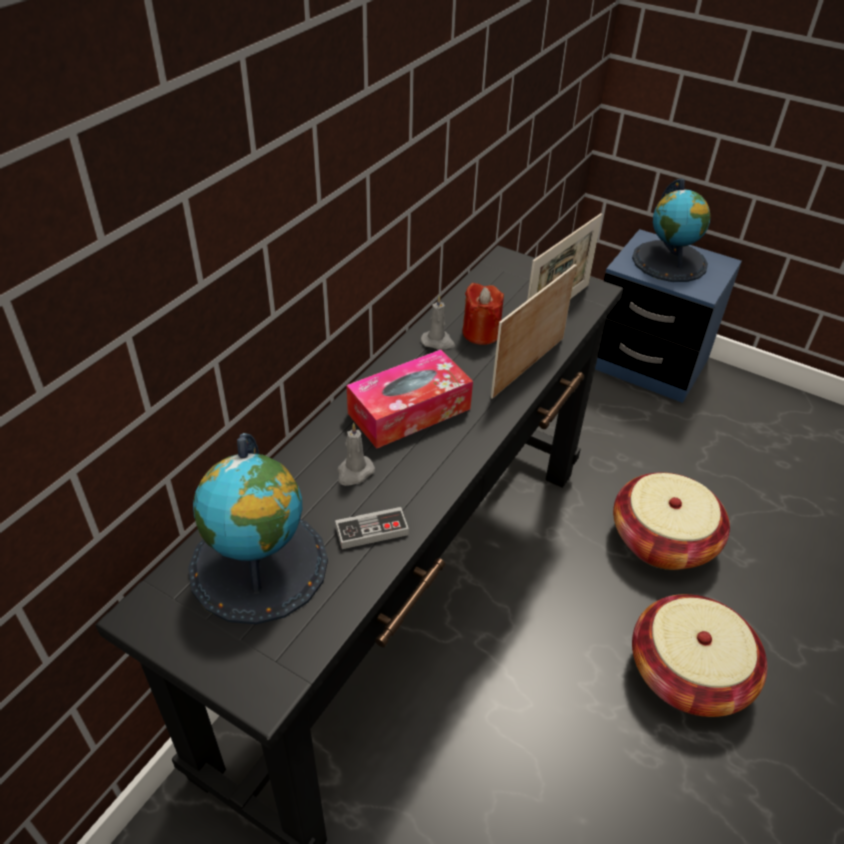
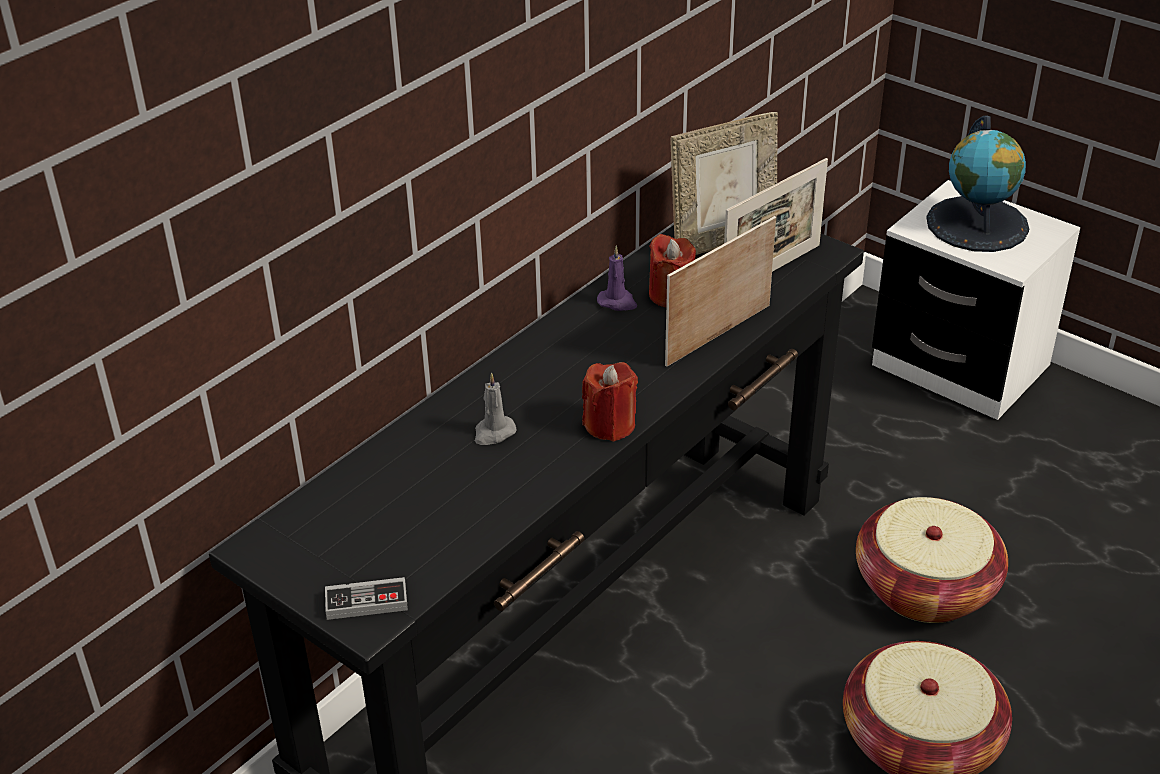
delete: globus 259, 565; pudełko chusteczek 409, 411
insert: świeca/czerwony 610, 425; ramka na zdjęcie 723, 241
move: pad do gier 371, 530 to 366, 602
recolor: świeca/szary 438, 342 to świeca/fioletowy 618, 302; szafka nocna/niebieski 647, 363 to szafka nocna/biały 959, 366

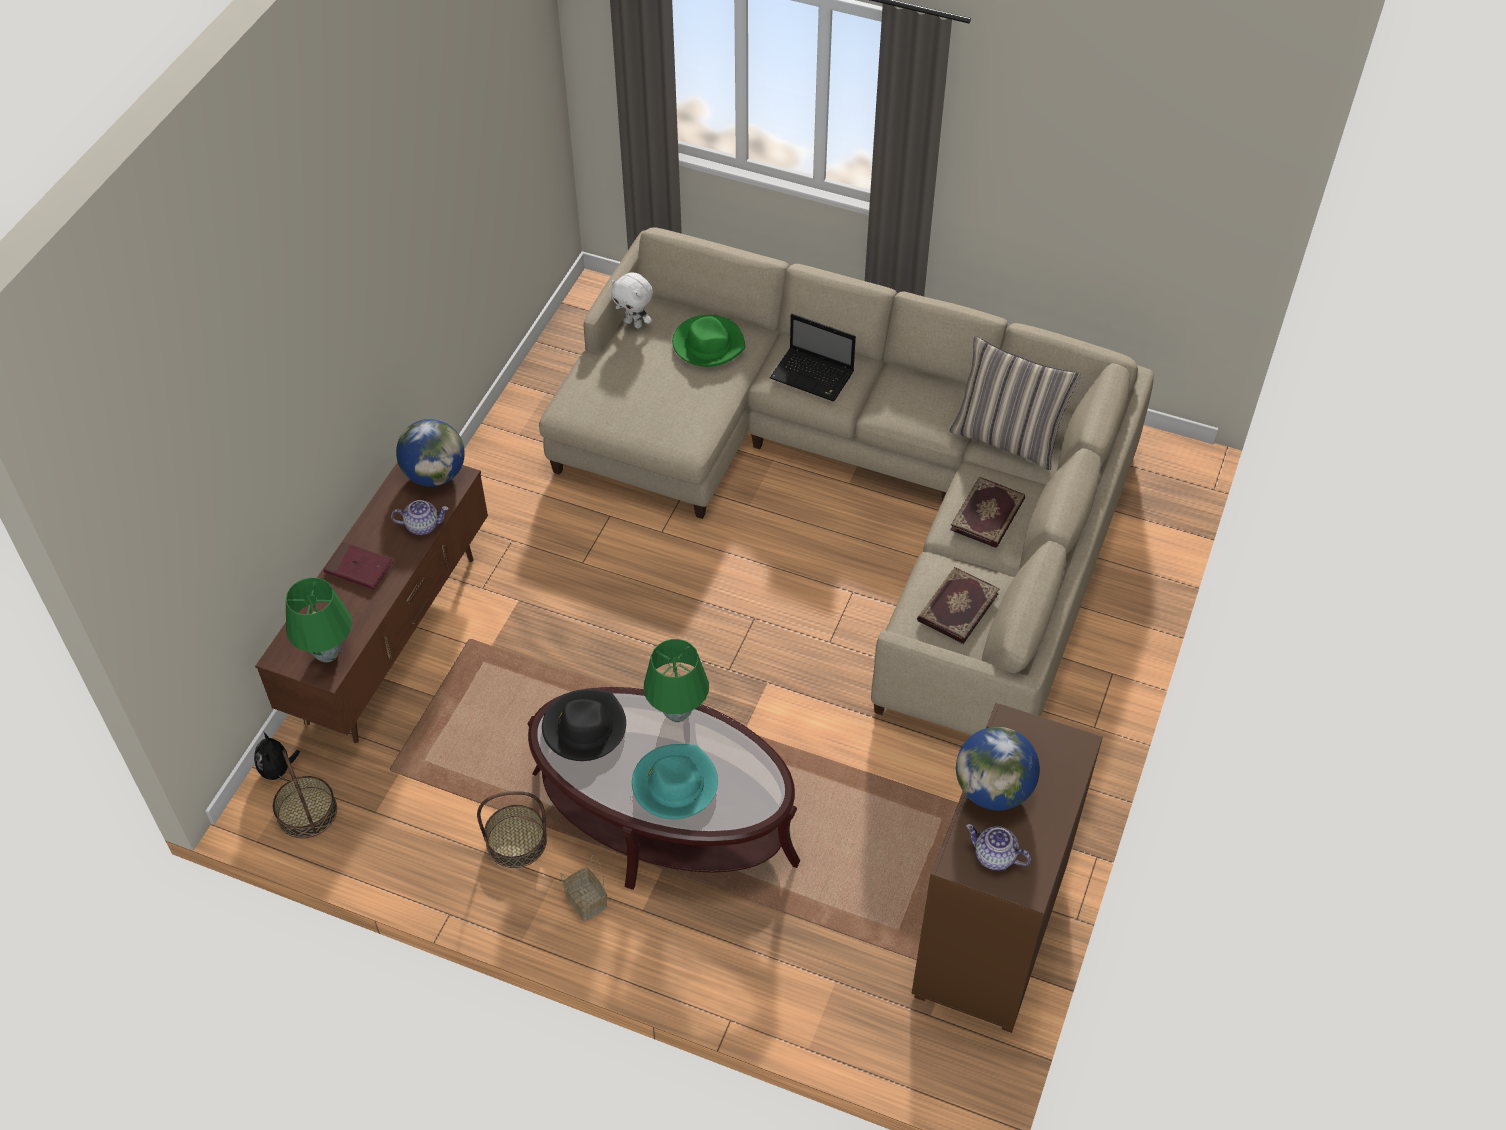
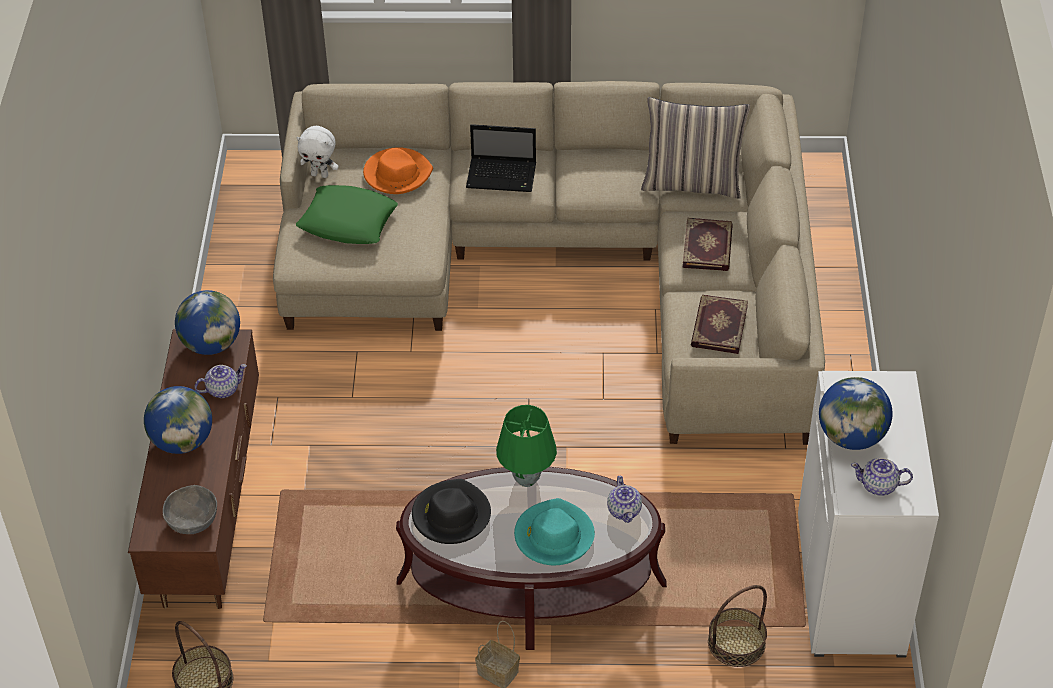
delete: pluszak 278, 770
insert: poduszka/zielony 347, 222; imbryk 624, 511
move: koszyk 516, 841 to 736, 643
replace: lampa stołowa/zielony 328, 654 to miska/szary 193, 520; książka/czerwony 359, 568 to globus 182, 441
recolor: kapelusz/zielony 708, 344 to kapelusz/pomarańczowy 397, 174; szafka/brązowy 992, 932 to szafka/biały 852, 585

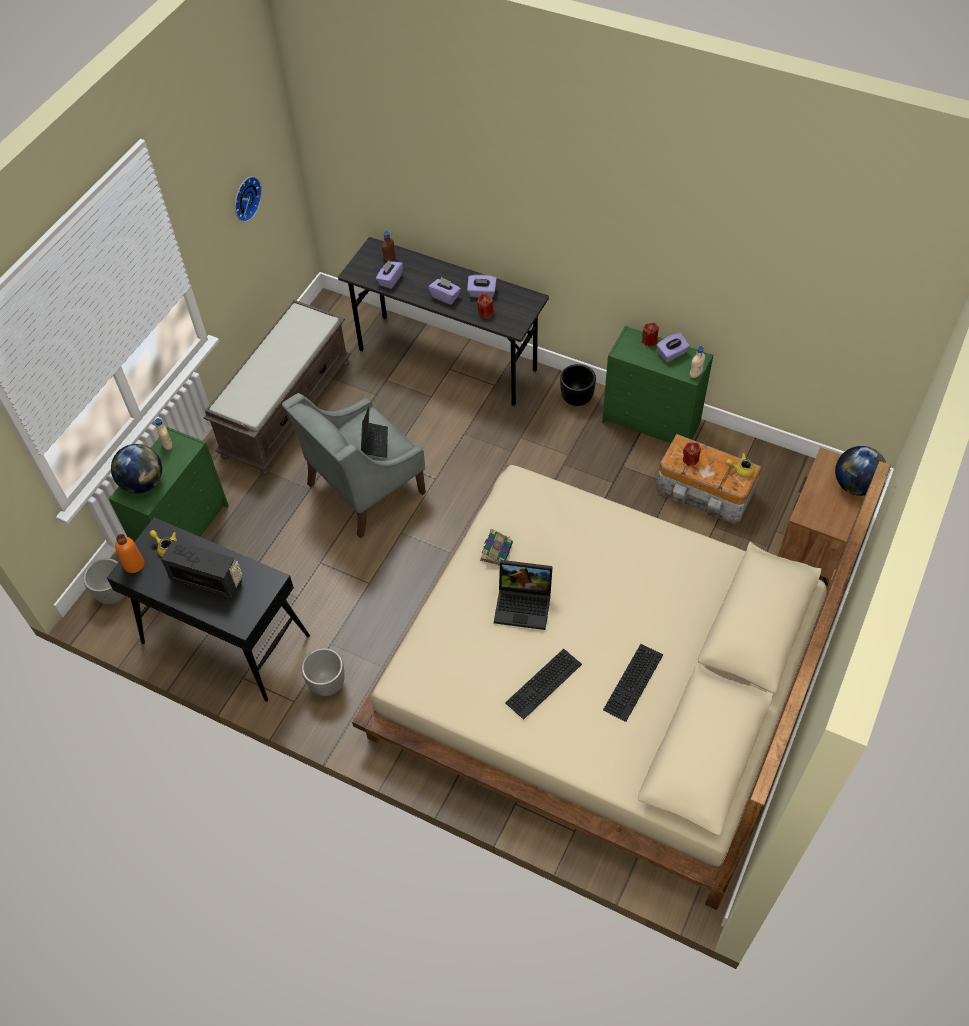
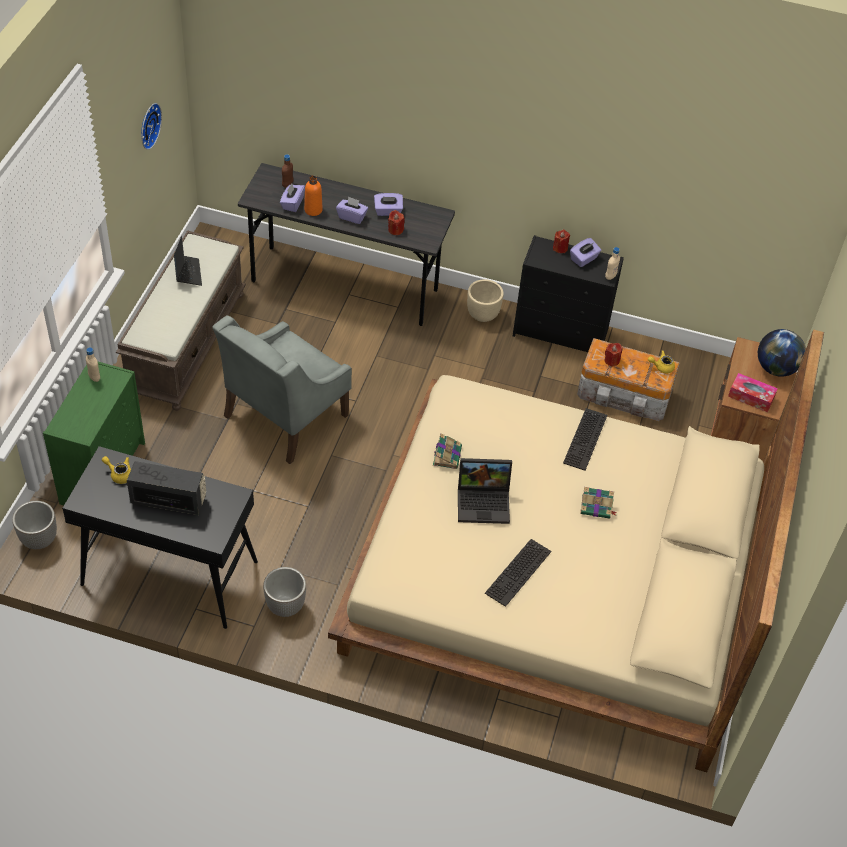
delete: globus 143, 483
insert: książka 597, 507; pudełko chusteczek 751, 397
move: butelka/pomarańczowy 134, 564 to 313, 210; laptop 374, 442 to 188, 273; klawiatura 634, 683 to 586, 440
recolor: donica/czarny 576, 398 to donica/beżowy 482, 315; komoda/zielony 652, 422 to komoda/czarny 561, 333

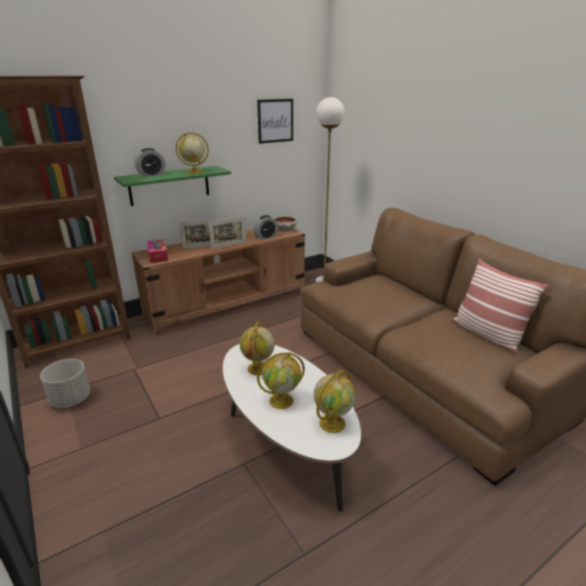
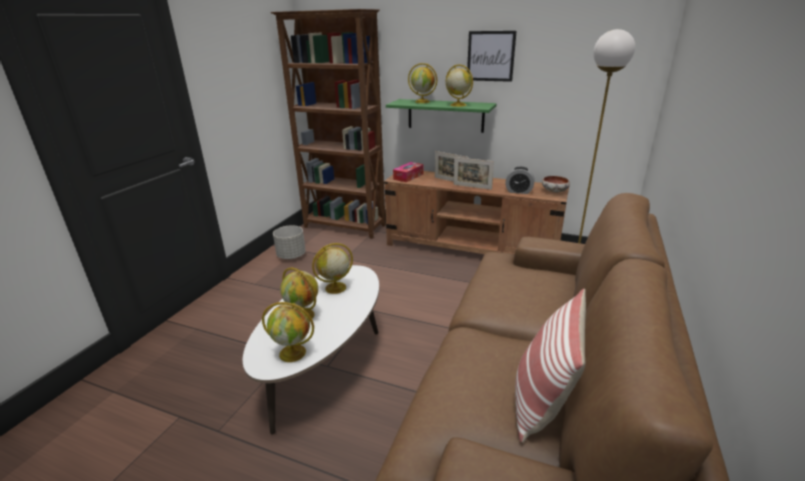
move: obraz 275, 121 to 490, 56
replace: budzik 151, 175 to globus 423, 102

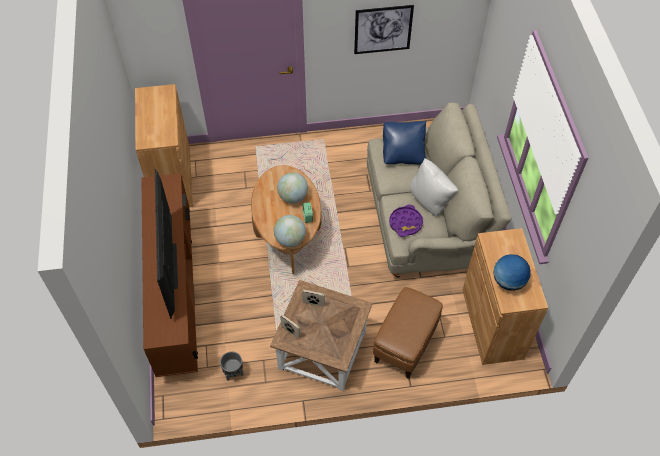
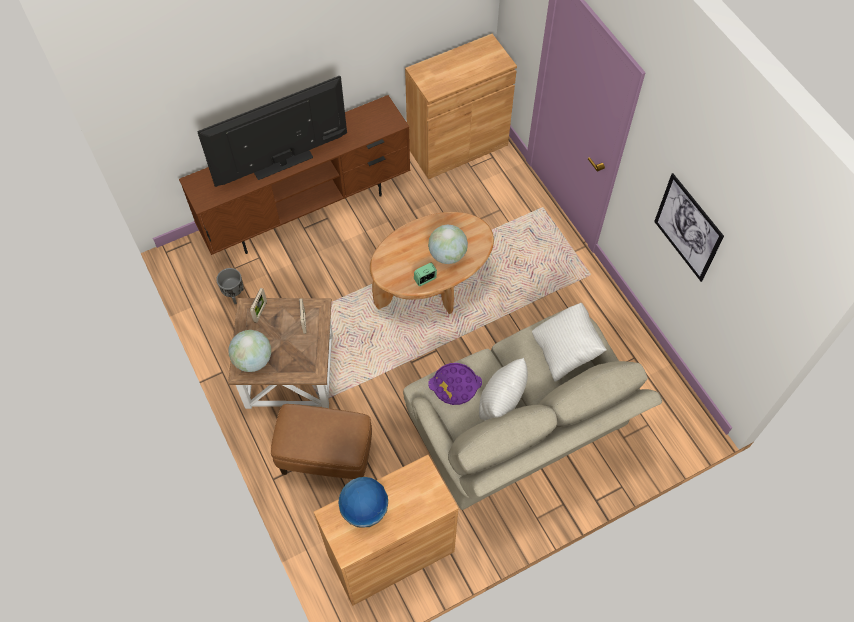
move: globus 290, 239 to 253, 360
recolor: poduszka/niebieski 403, 153 to poduszka/biały 565, 351

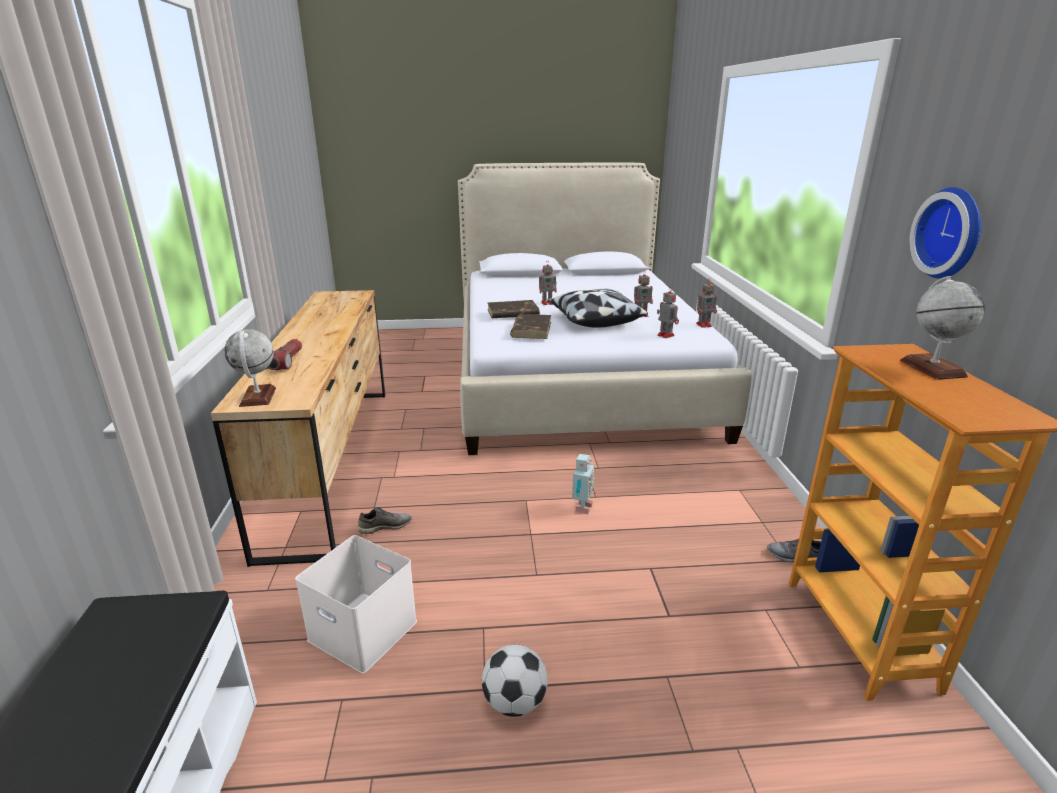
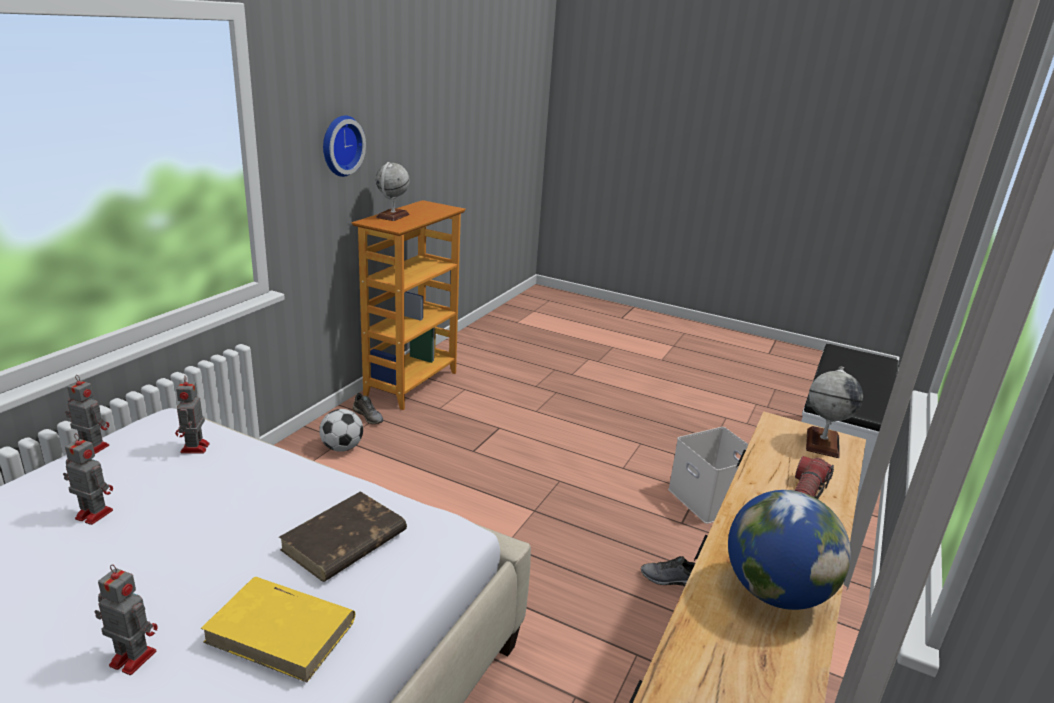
delete: poduszka 594, 321; robot zabawkowy 581, 508
insert: globus 775, 592
move: piłka futbolowa 515, 702 to 342, 448
recolor: książka/brązowy 512, 313 to książka/żółty 282, 631

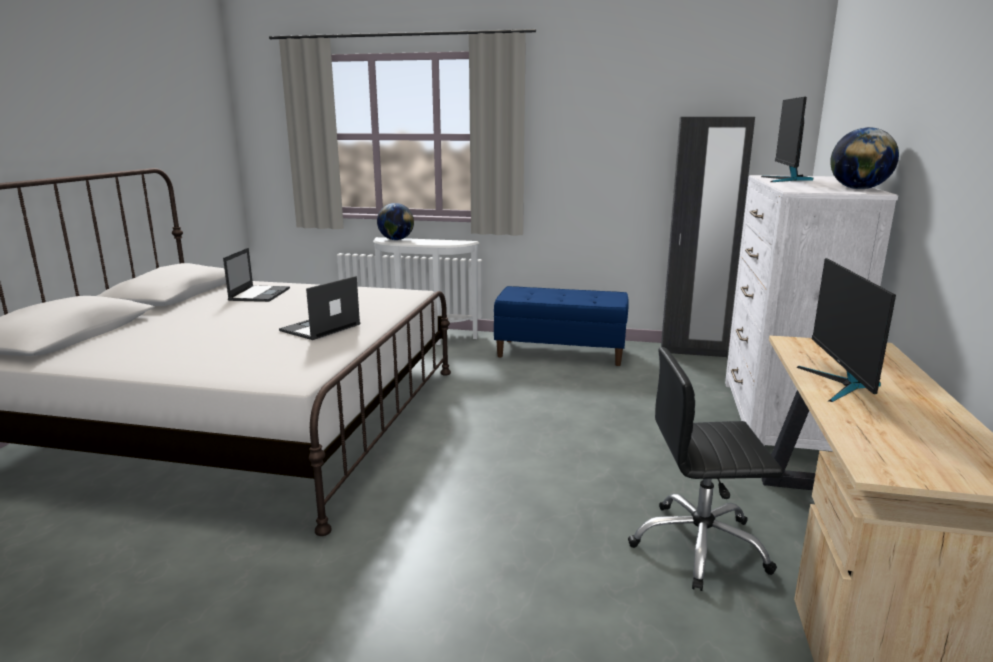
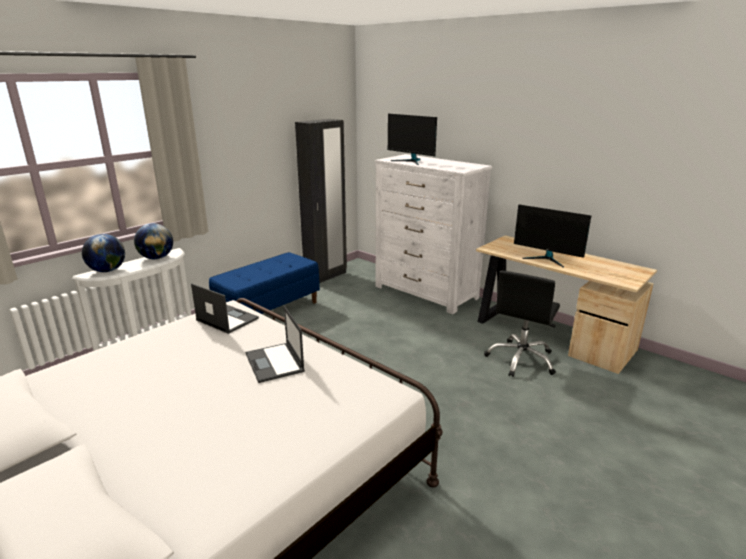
move: laptop 260, 294 to 226, 319; globus 858, 189 to 156, 258

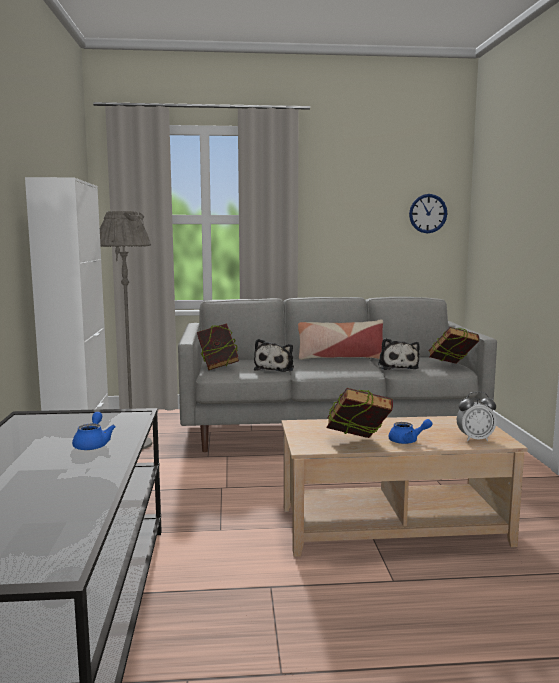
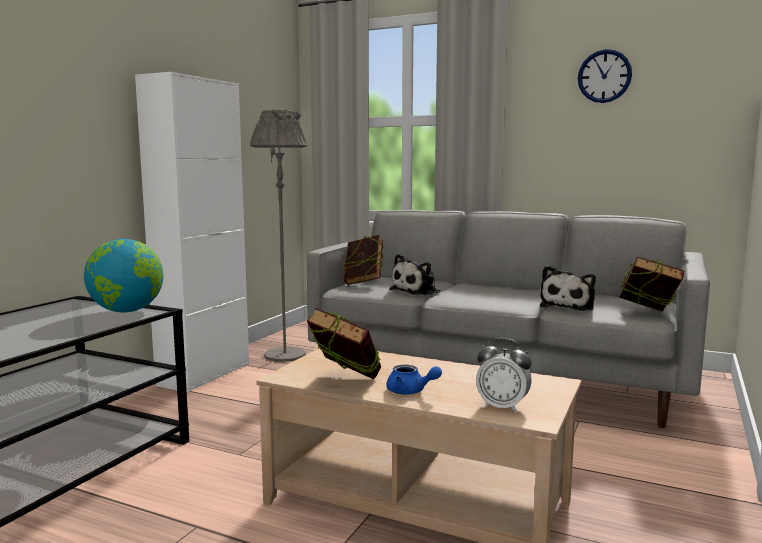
delete: imbryk/niebieski 93, 444; poduszka 340, 358
insert: globus 127, 311
move: zegar ścienny 428, 213 to 604, 76

